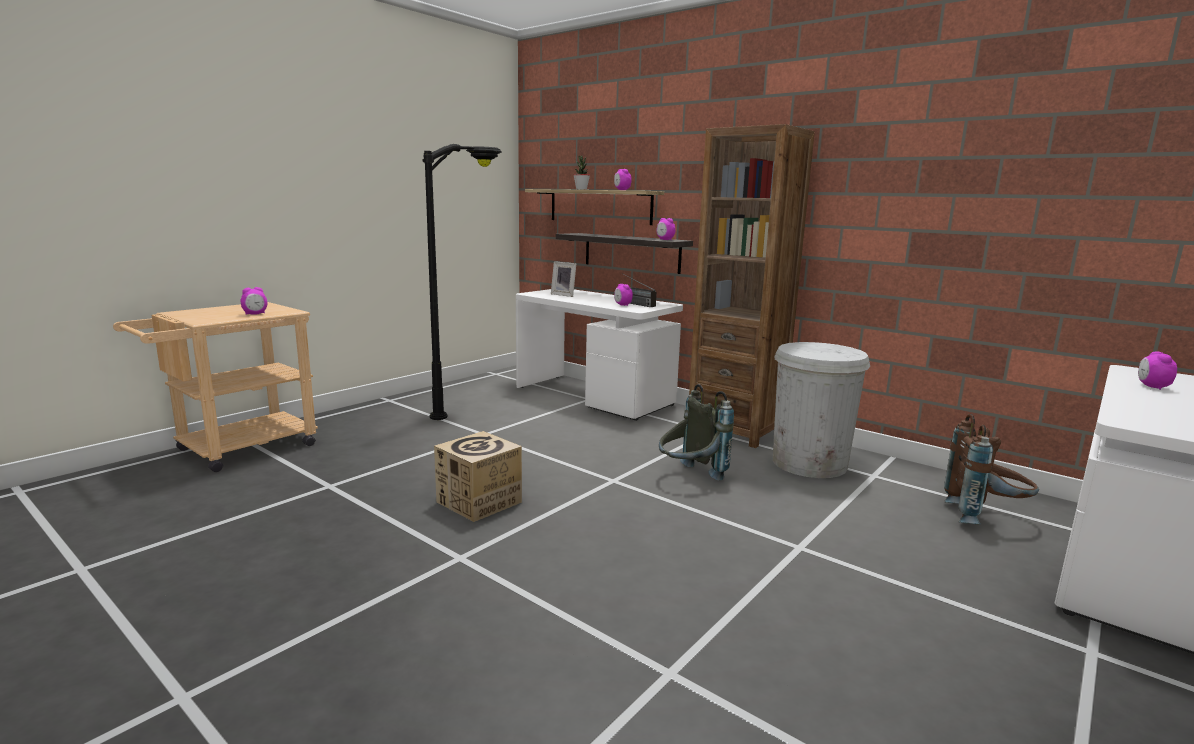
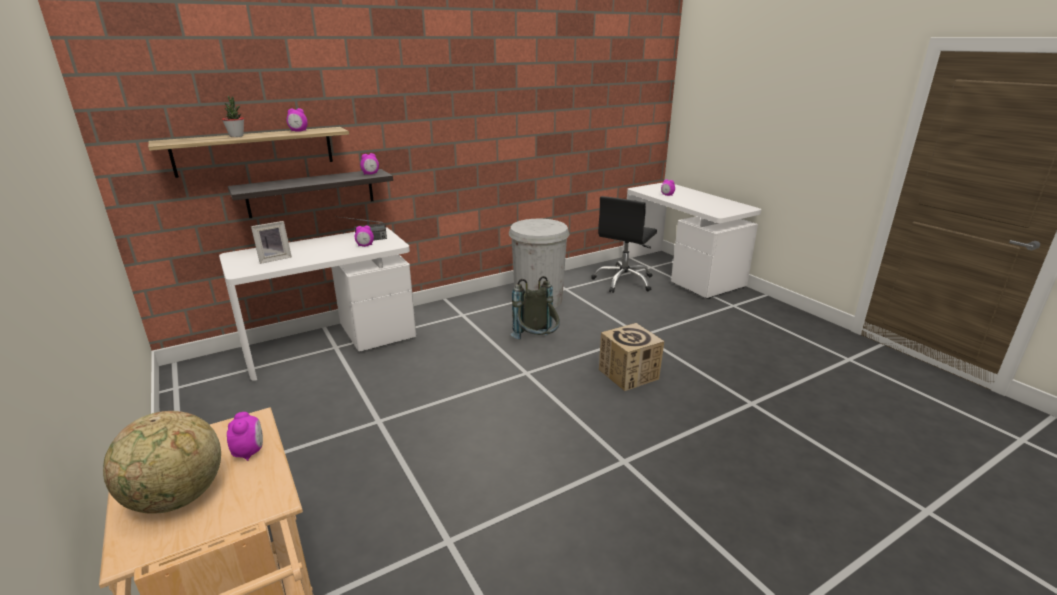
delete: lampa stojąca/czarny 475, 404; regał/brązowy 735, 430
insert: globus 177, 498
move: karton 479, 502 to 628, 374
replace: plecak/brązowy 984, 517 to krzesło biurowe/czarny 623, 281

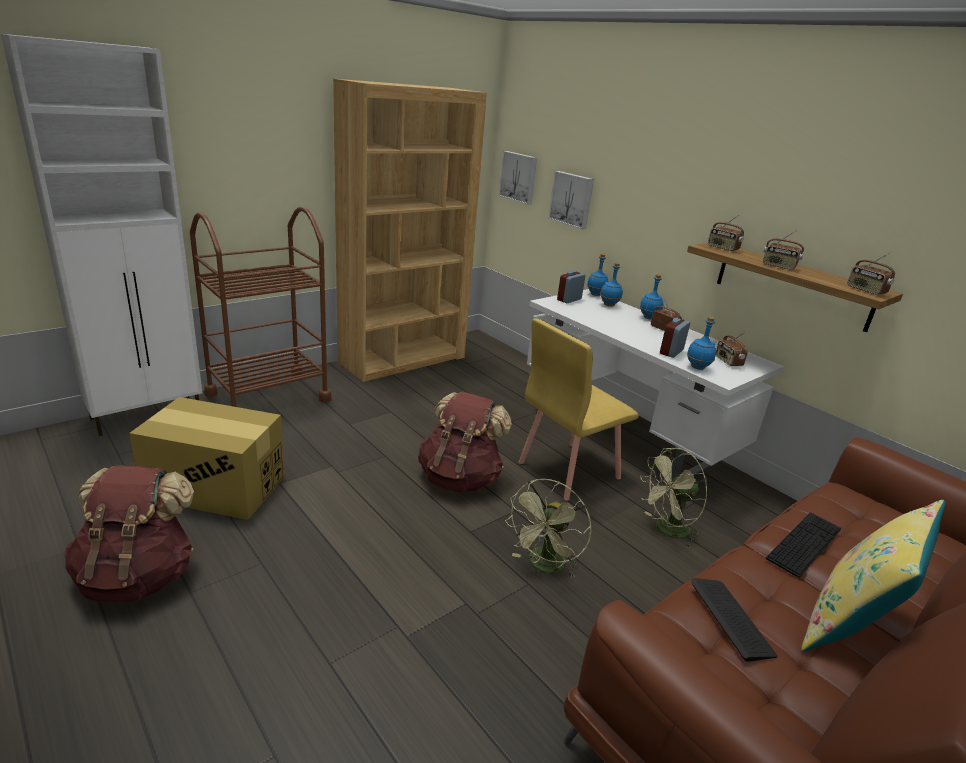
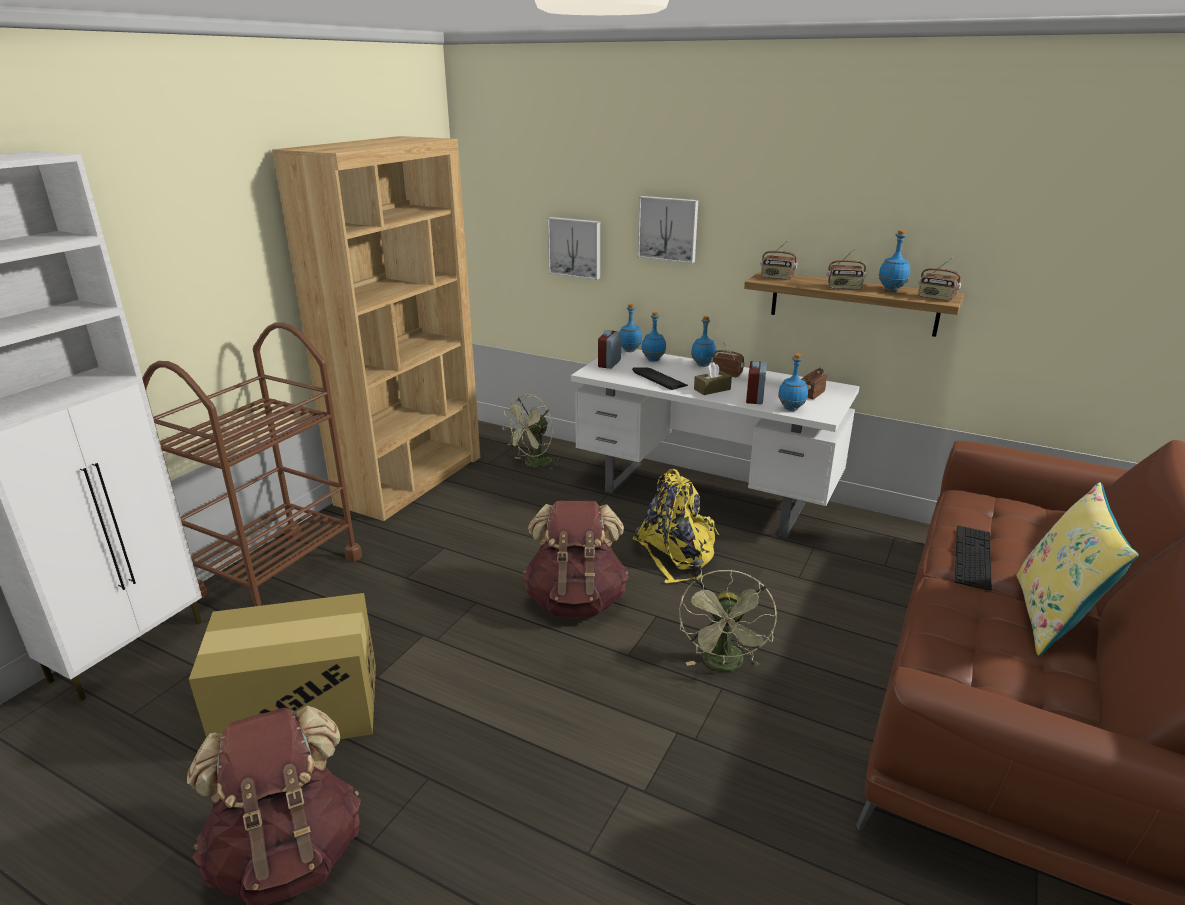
insert: pudełko chusteczek/brązowy 712, 389; butelka/niebieski 891, 290
move: obraz 519, 177 to 668, 229; wentylator/zielony 667, 530 to 534, 464; klawiatura 731, 619 to 659, 379
replace: krzesło/żółty 567, 470 to plecak/żółty 677, 554
rotate: radio 728, 361 = 811, 394 75 degrees clockwise

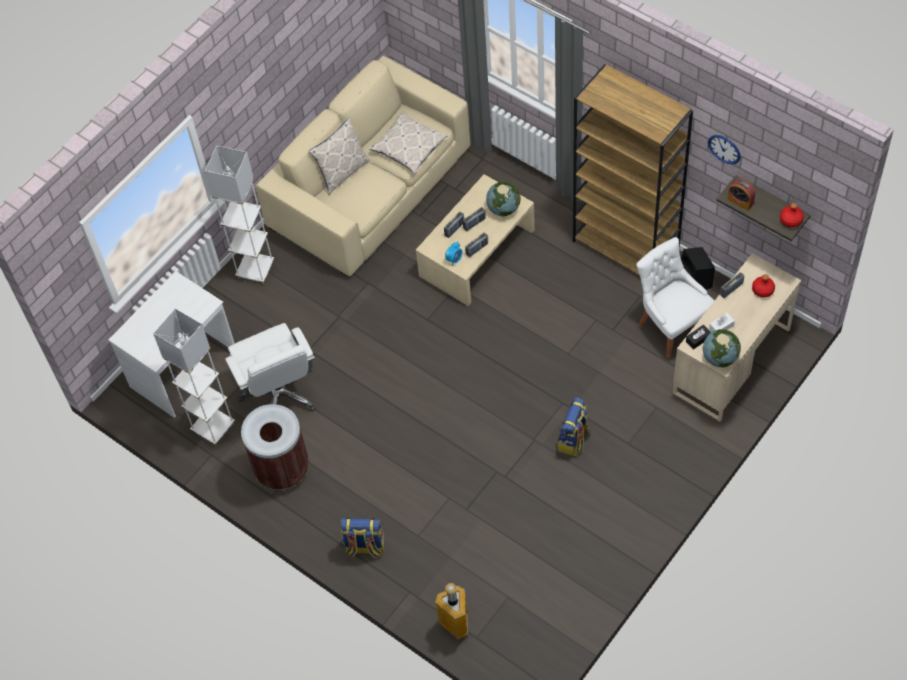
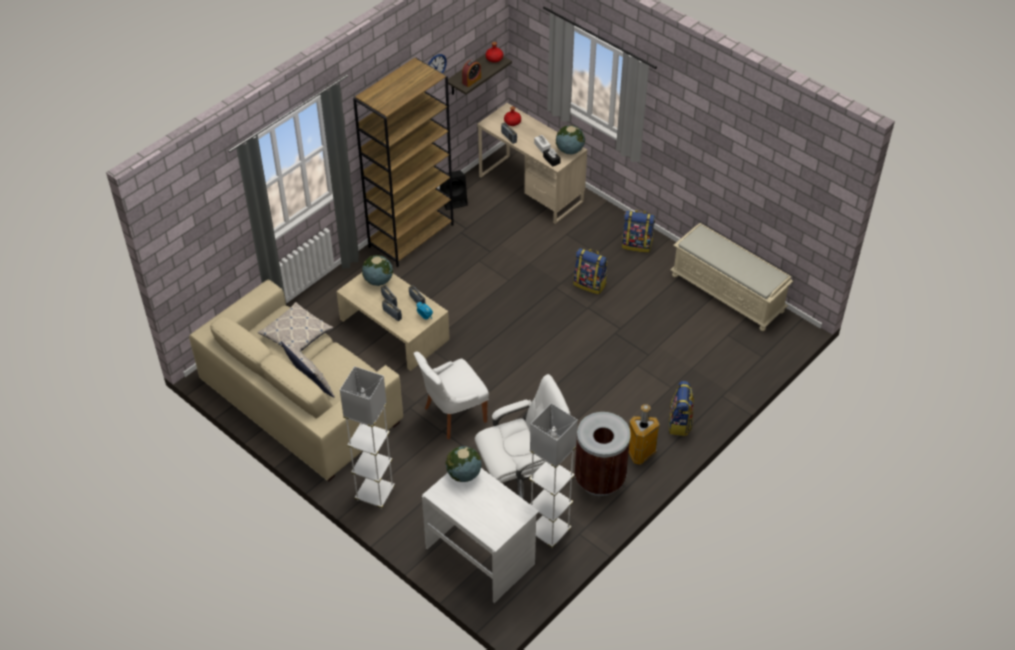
insert: globus 463, 474; plecak 637, 244; ławka/beżowy 728, 293
move: kosz na śmieci 456, 624 to 641, 453; krzesło/biały 671, 325 to 452, 415

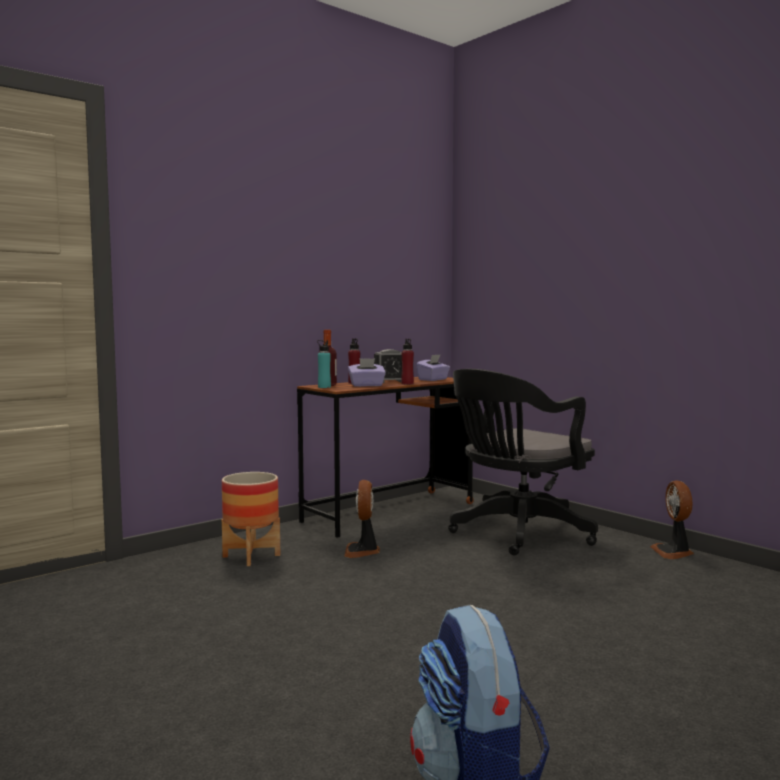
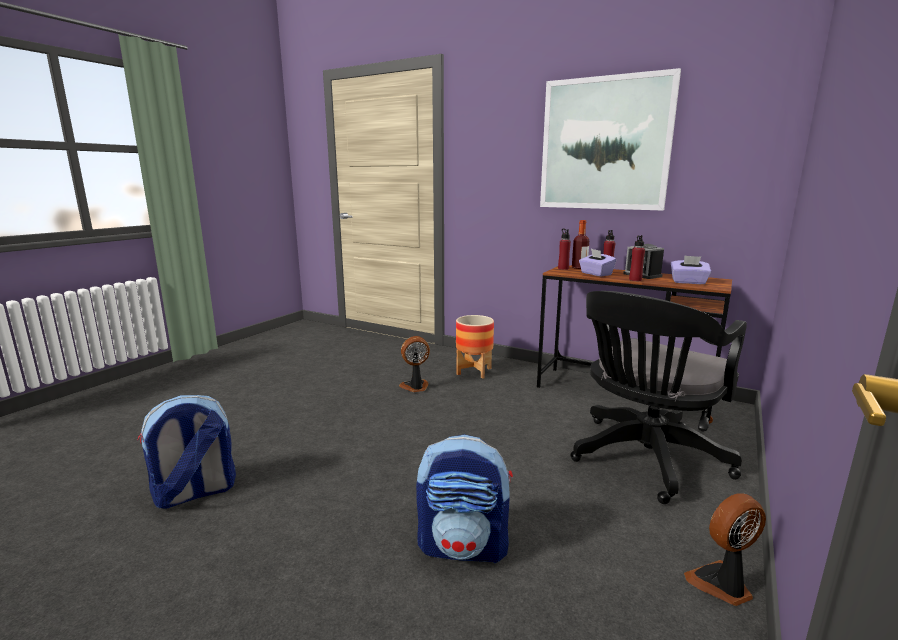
insert: plecak 464, 546; obraz 604, 144
move: wentylator 362, 551 to 415, 387
recolor: butelka/turkusowy 324, 387 to butelka/czerwony 563, 268
rotate: krzesło biurowe/czarny 517, 534 = 644, 460 75 degrees counterclockwise

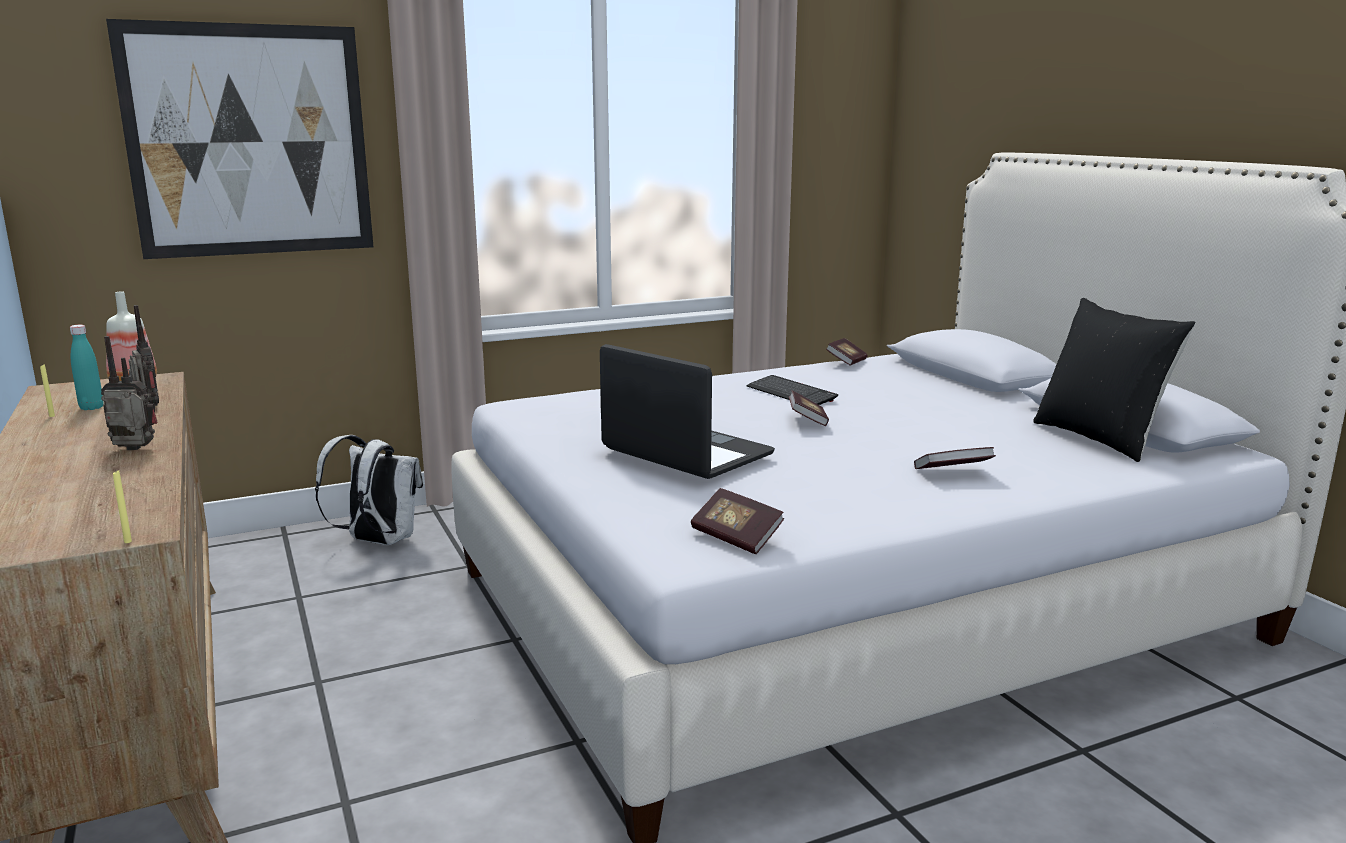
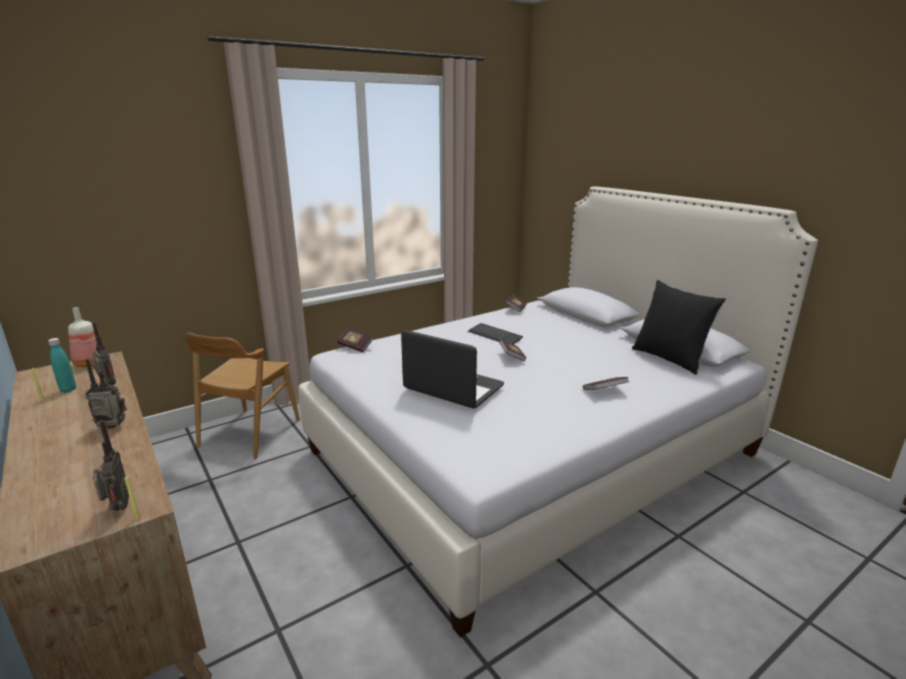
delete: obraz 249, 141
insert: radio 117, 508
move: książka 736, 537 to 356, 346
replace: plecak/biały 377, 541 to krzesło/brązowy 249, 433

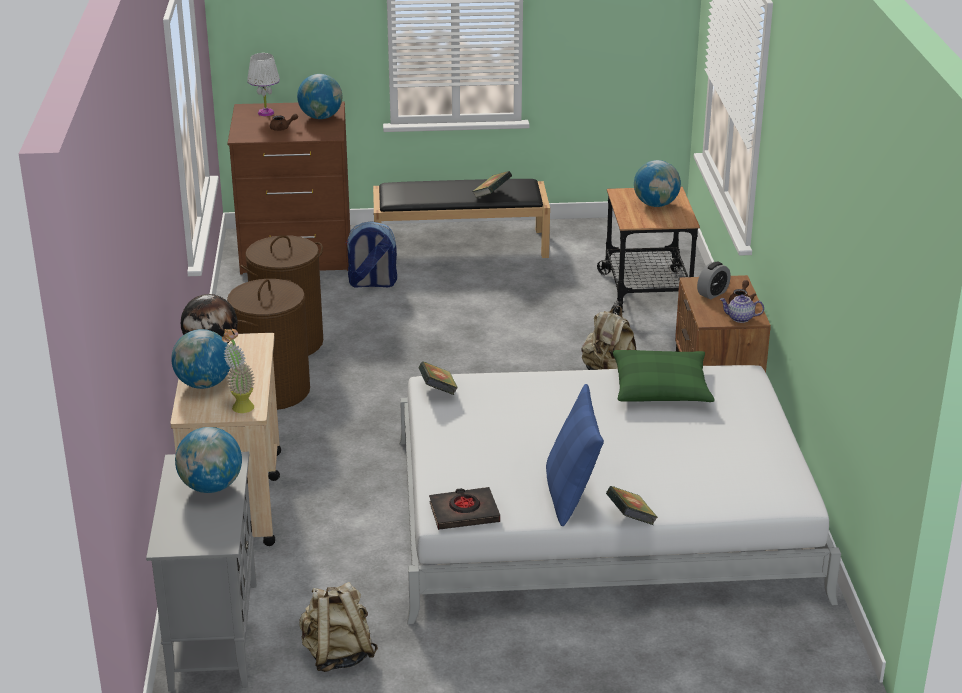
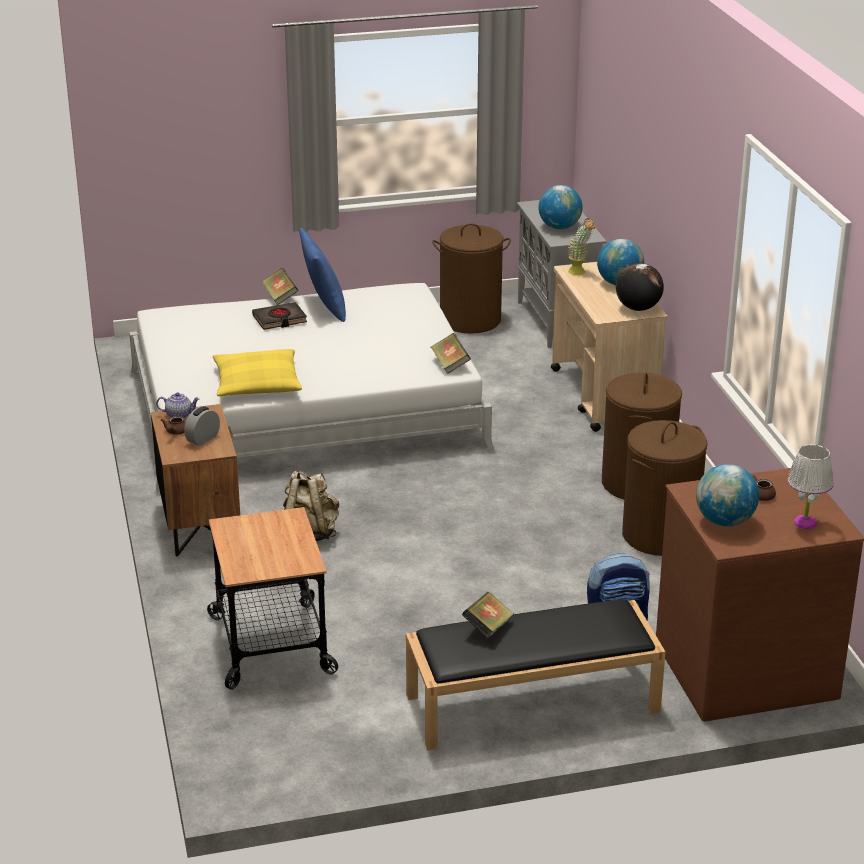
delete: globus 656, 204
move: książka/czarny 464, 513 to 279, 319
replace: plecak/beżowy 337, 655 to kosz na pranie/brązowy 470, 320
recolor: poduszka/zielony 661, 388 to poduszka/żółty 257, 384

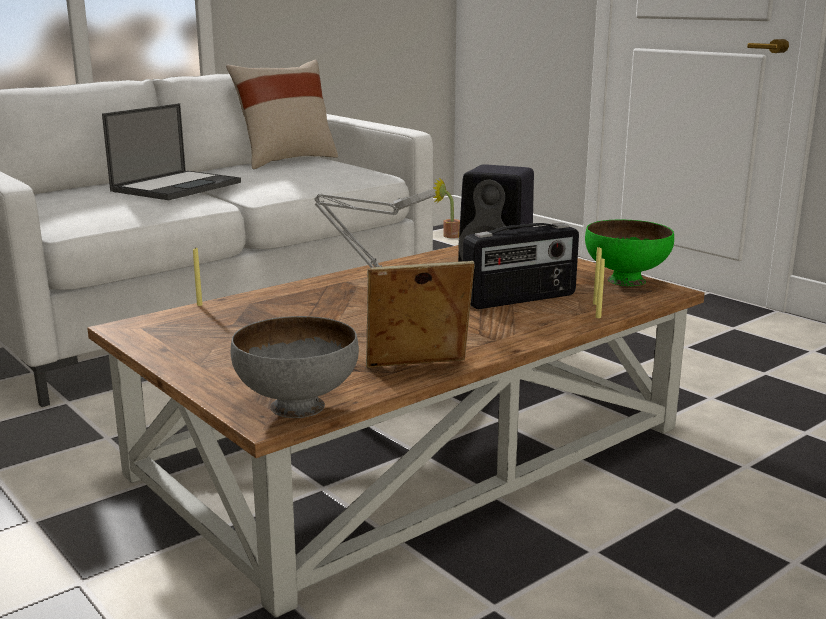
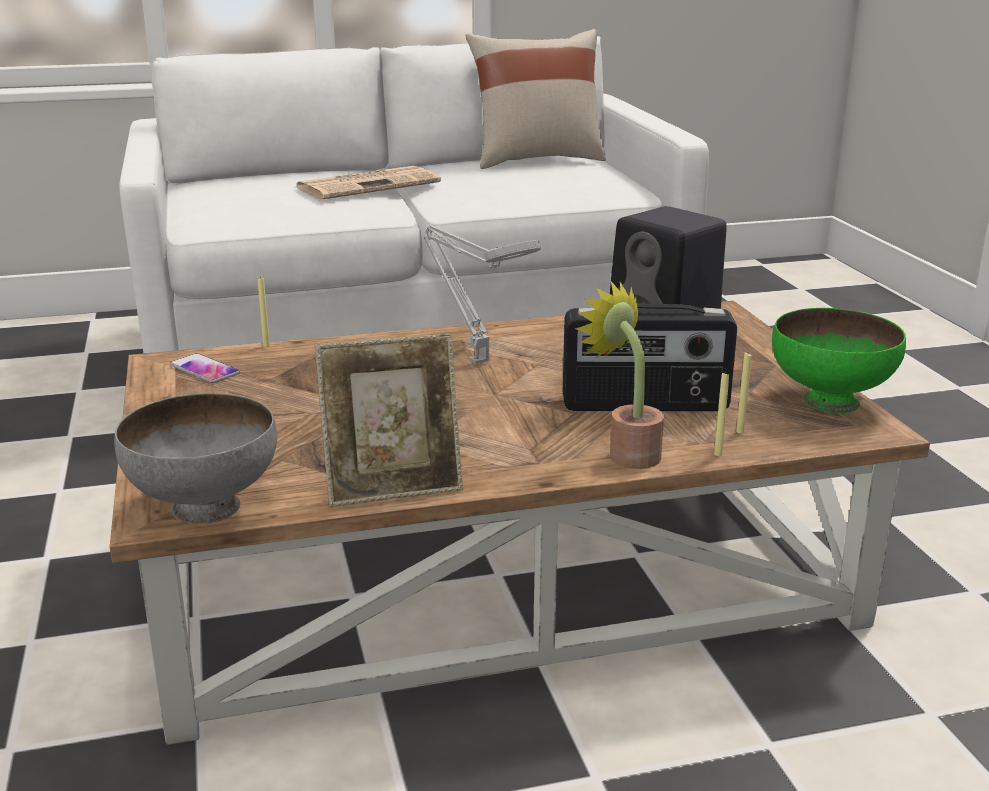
insert: telefon 204, 370
move: roślina doniczkowa 448, 235 to 627, 453
replace: laptop 177, 186 to gazeta 369, 185
rotate: ramka na zdjęcie 418, 370 = 393, 487 150 degrees clockwise

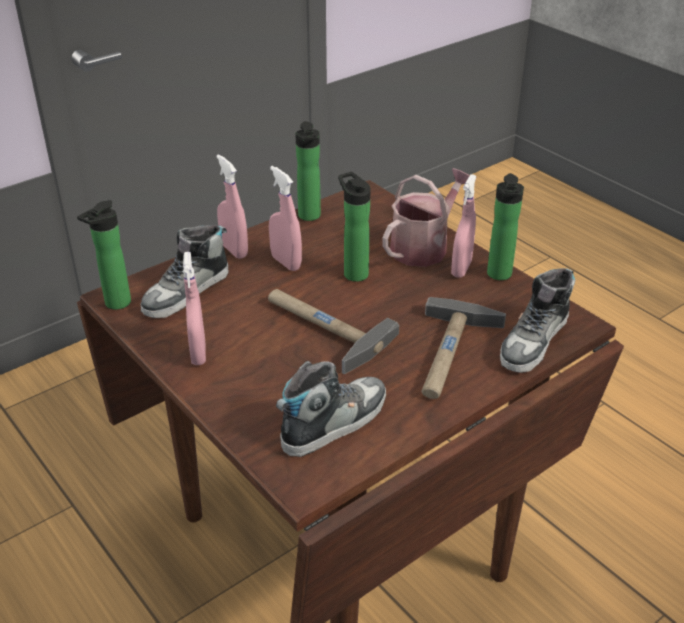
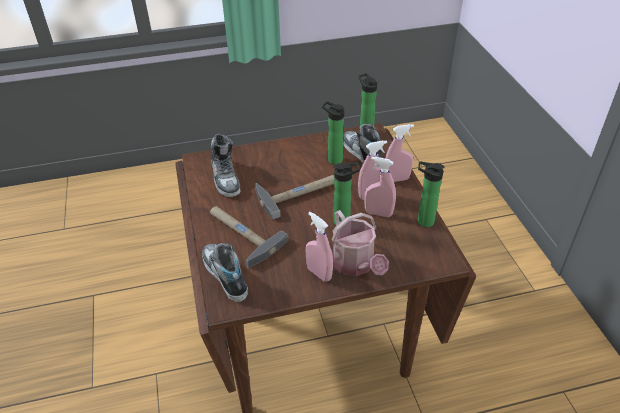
move: spryskiwacz/różowy 198, 353 to 378, 213; butelka 499, 276 to 333, 159

